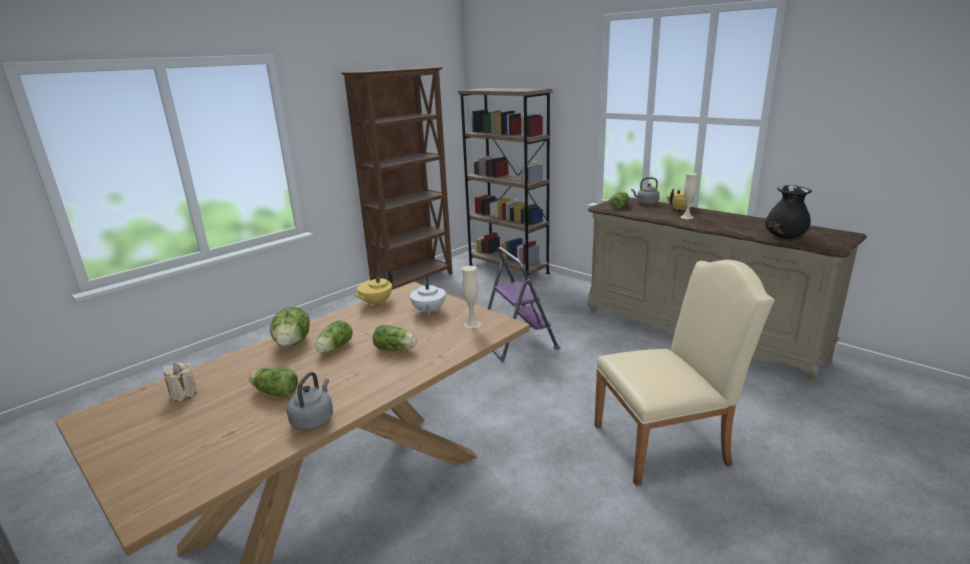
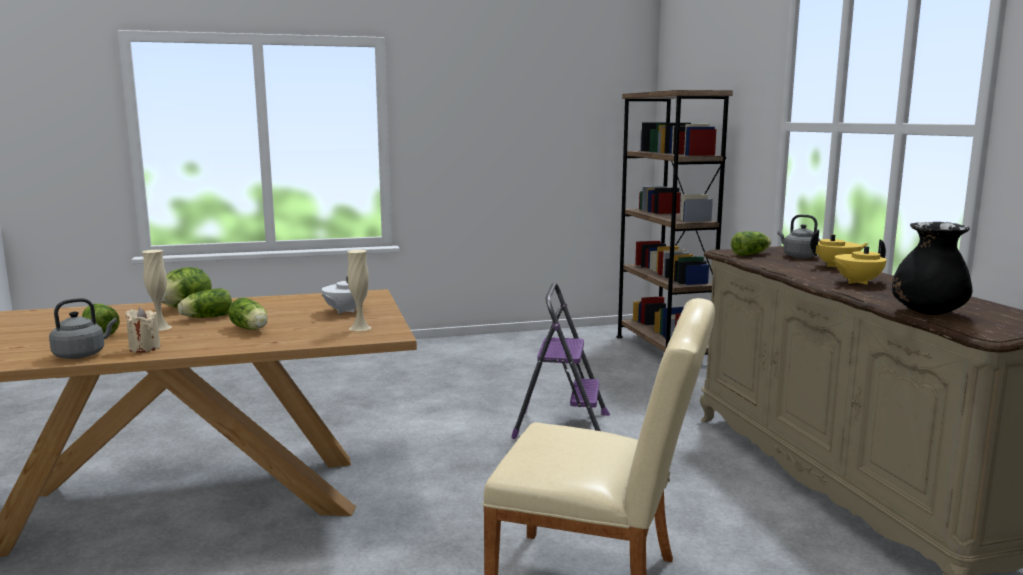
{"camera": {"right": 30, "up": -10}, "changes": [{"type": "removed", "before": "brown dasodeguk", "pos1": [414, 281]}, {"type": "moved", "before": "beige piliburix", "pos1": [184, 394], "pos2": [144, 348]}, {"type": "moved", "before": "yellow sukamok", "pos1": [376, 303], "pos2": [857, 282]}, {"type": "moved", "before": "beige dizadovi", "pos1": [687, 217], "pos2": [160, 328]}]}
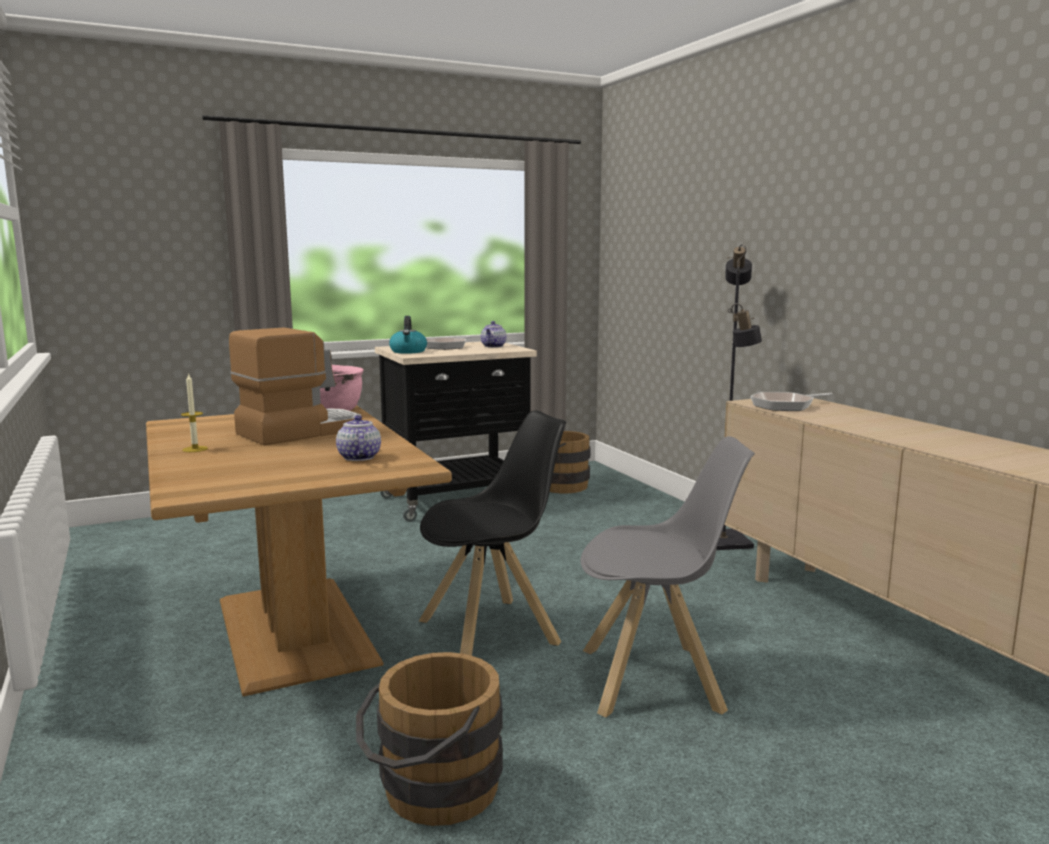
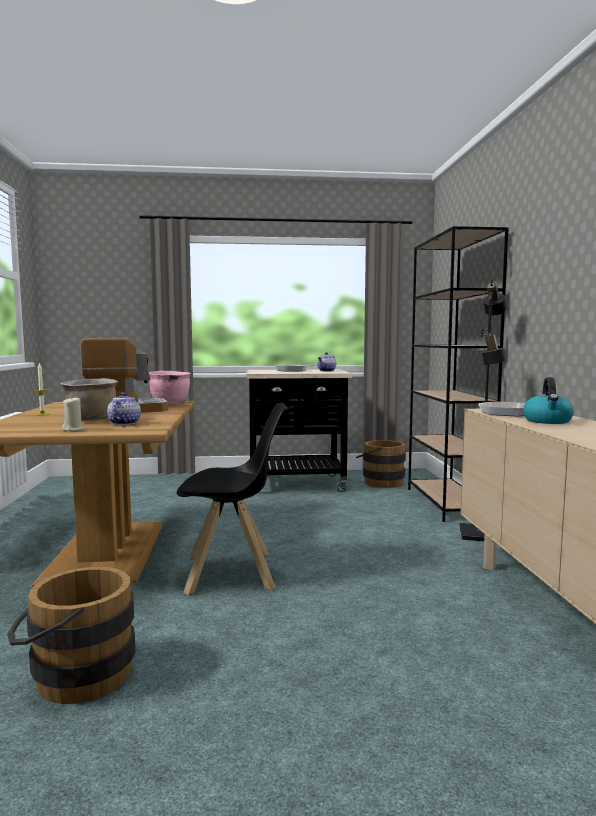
{"camera": {"right": 20, "up": -5}, "changes": [{"type": "removed", "before": "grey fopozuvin", "pos1": [655, 679]}, {"type": "added", "after": "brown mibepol", "pos2": [91, 420]}, {"type": "added", "after": "beige piliburix", "pos2": [73, 429]}, {"type": "added", "after": "beige dasodeguk", "pos2": [448, 503]}, {"type": "moved", "before": "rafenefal", "pos1": [408, 351], "pos2": [547, 421]}]}
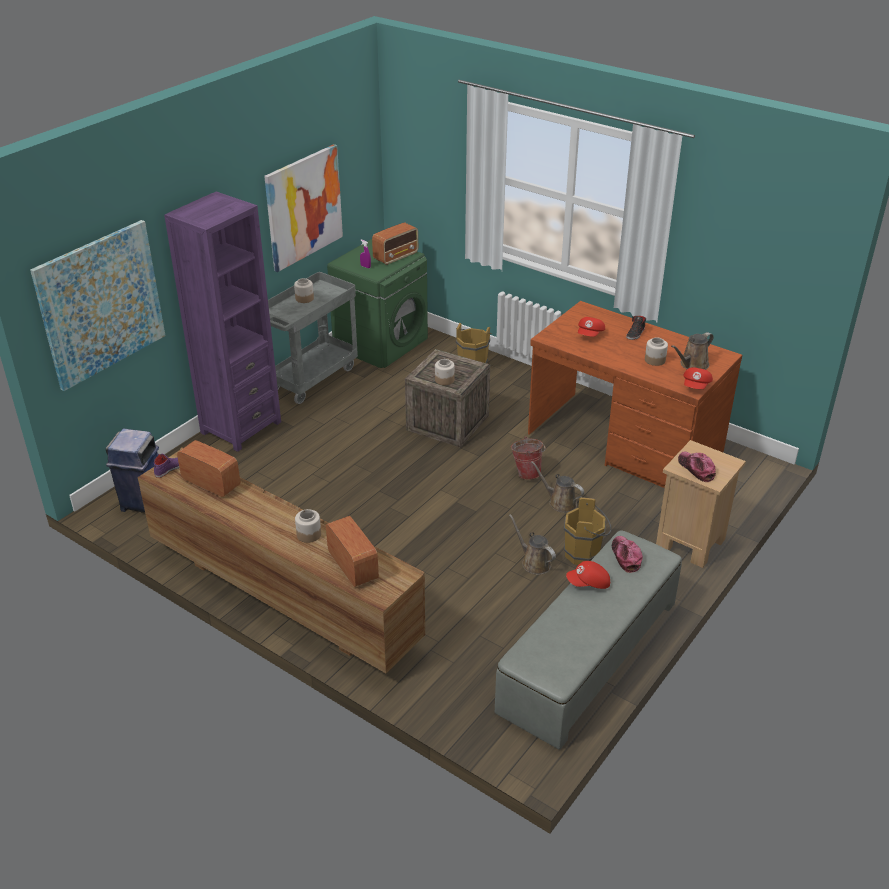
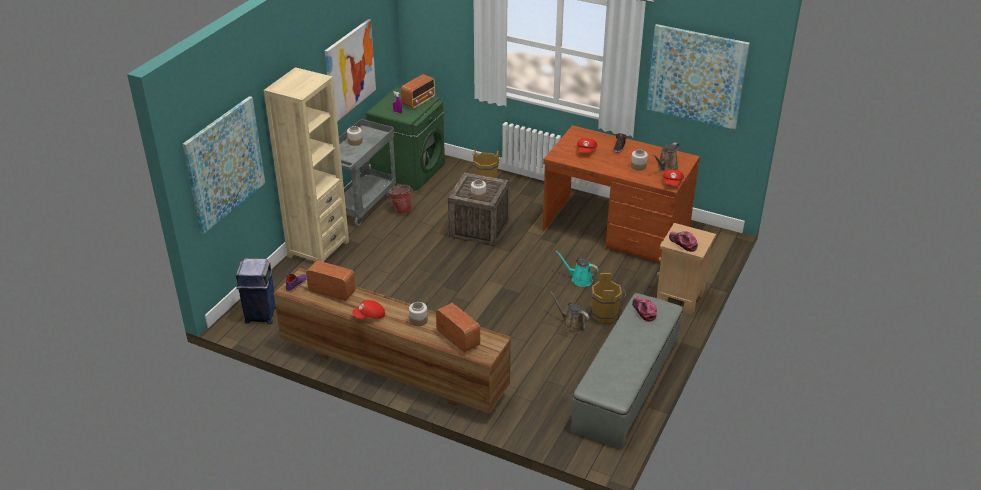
{"camera": {"right": -10, "up": 0}, "changes": [{"type": "added", "after": "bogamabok", "pos2": [696, 76]}, {"type": "moved", "before": "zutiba", "pos1": [526, 472], "pos2": [401, 209]}, {"type": "moved", "before": "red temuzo", "pos1": [588, 583], "pos2": [370, 316]}, {"type": "recoloured", "before": "purple dasodeguk", "after": "beige dasodeguk", "pos1": [241, 427], "pos2": [318, 249]}, {"type": "recoloured", "before": "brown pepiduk", "after": "turquoise pepiduk", "pos1": [560, 502], "pos2": [579, 279]}]}
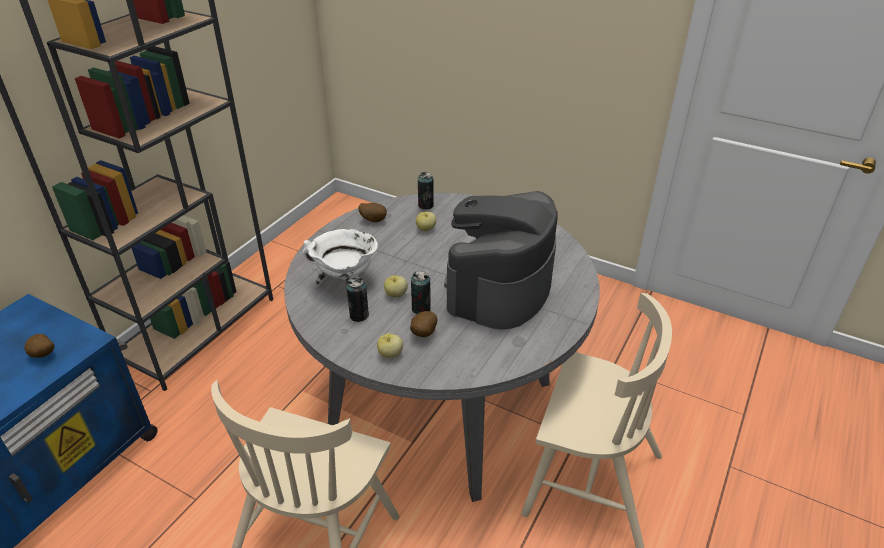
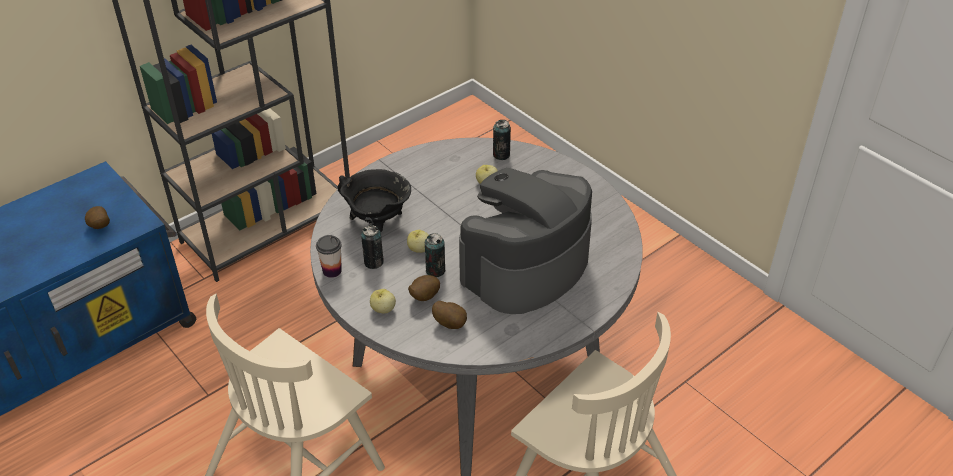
{"camera": {"right": 20, "up": 5}, "changes": [{"type": "added", "after": "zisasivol", "pos2": [332, 271]}, {"type": "moved", "before": "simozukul", "pos1": [373, 220], "pos2": [450, 323]}, {"type": "recoloured", "before": "white mibepol", "after": "black mibepol", "pos1": [345, 282], "pos2": [378, 224]}]}
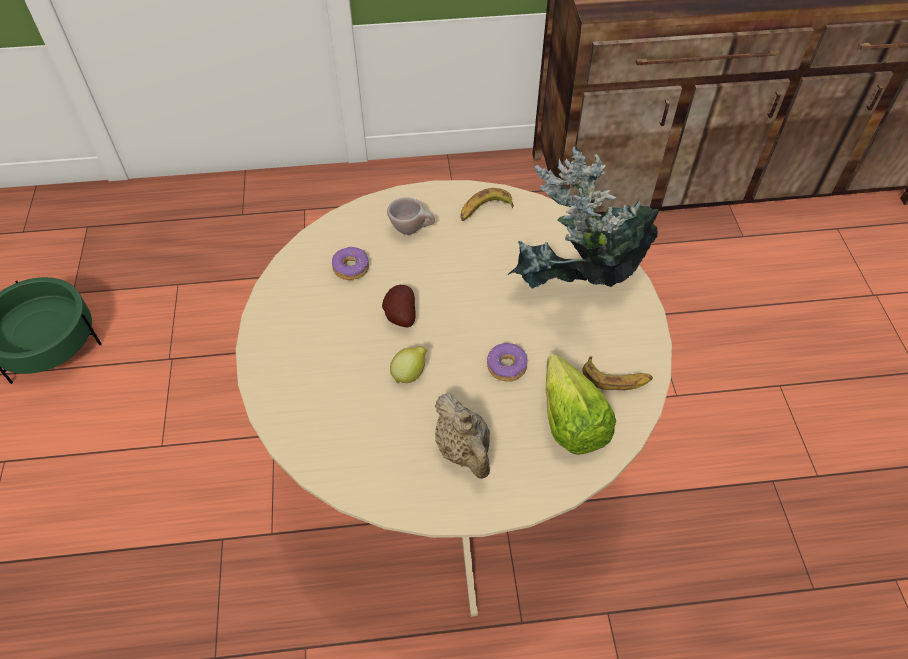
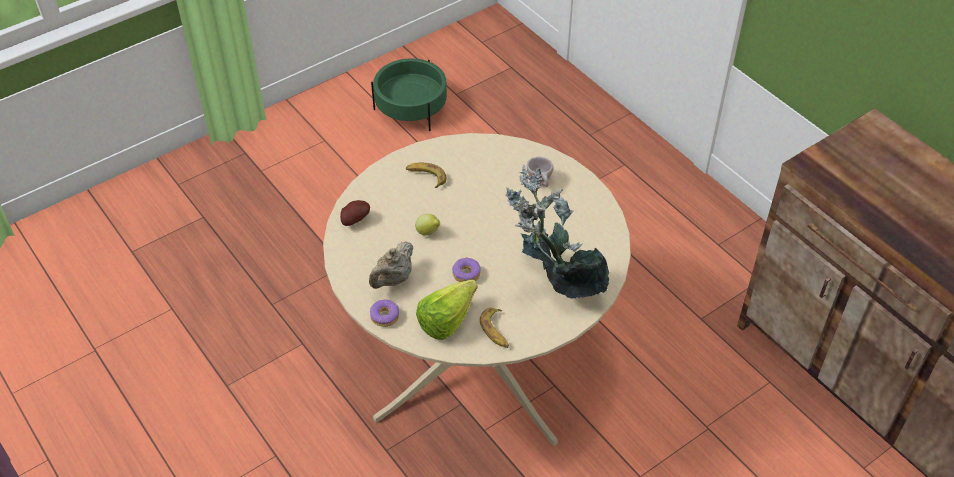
{"camera": {"right": 60, "up": -5}, "changes": [{"type": "moved", "before": "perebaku", "pos1": [351, 268], "pos2": [385, 316]}, {"type": "moved", "before": "simozukul", "pos1": [399, 316], "pos2": [354, 219]}, {"type": "moved", "before": "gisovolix", "pos1": [484, 210], "pos2": [426, 177]}]}
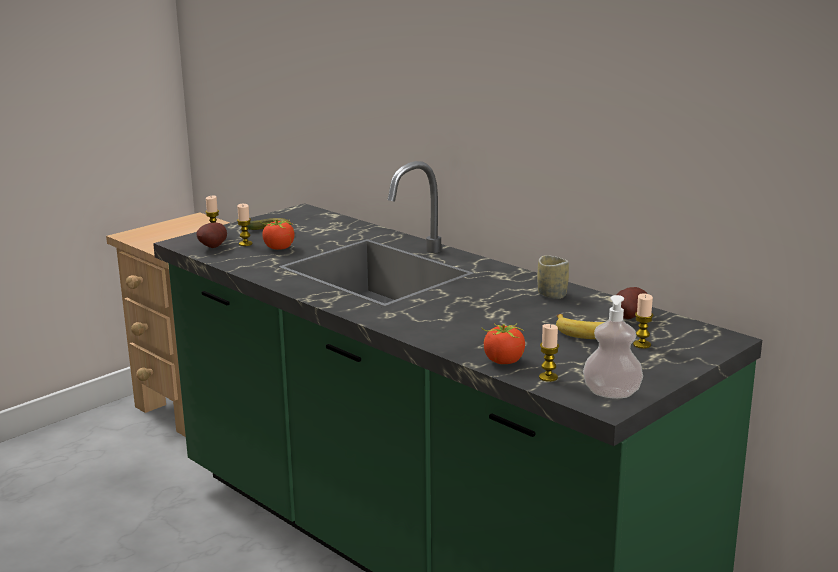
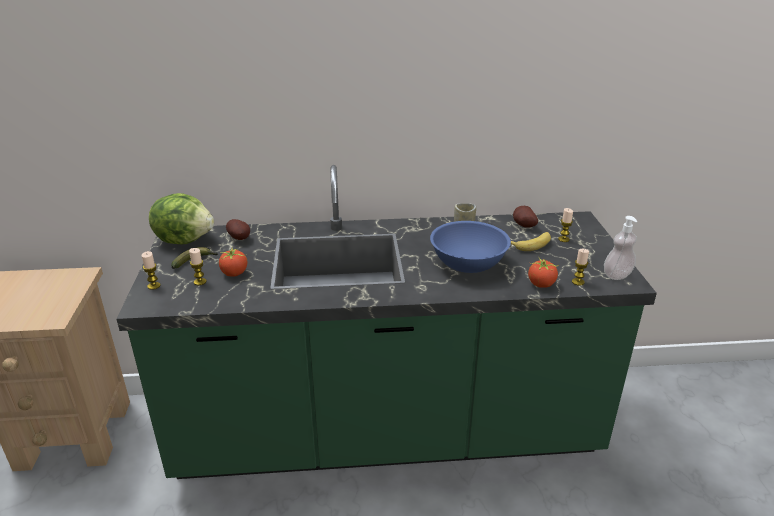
{"camera": {"right": -50, "up": 10}, "changes": [{"type": "added", "after": "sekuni", "pos2": [185, 239]}, {"type": "added", "after": "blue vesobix", "pos2": [467, 263]}, {"type": "moved", "before": "simozukul", "pos1": [214, 247], "pos2": [240, 238]}]}
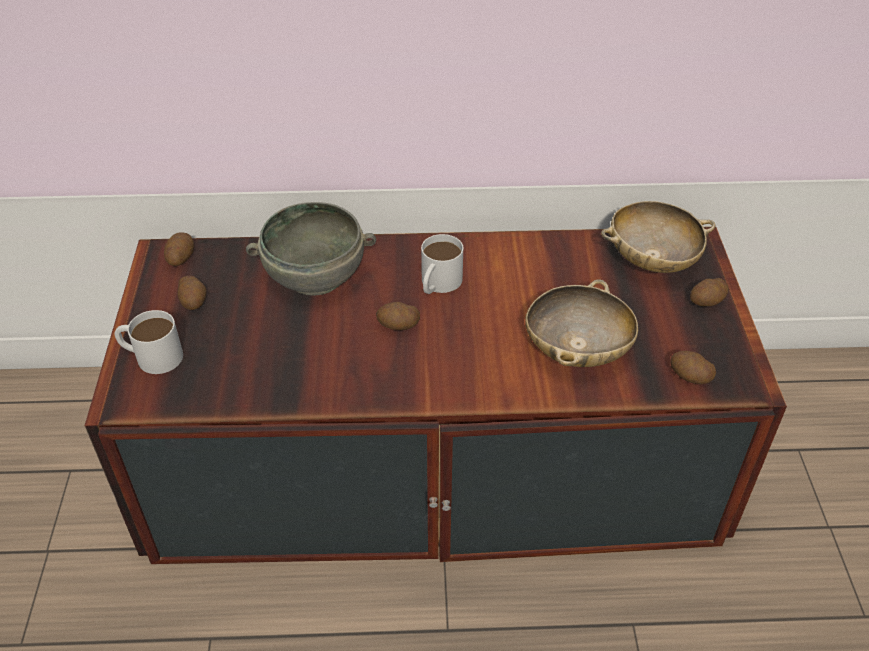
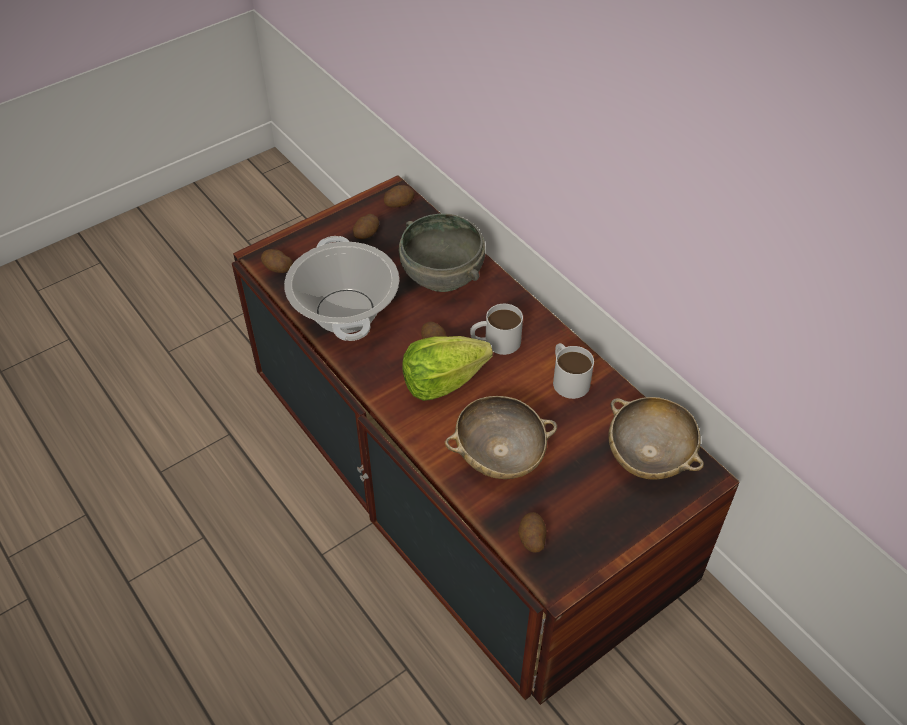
{"camera": {"right": 55, "up": 5}, "changes": [{"type": "added", "after": "mibepol", "pos2": [346, 311]}, {"type": "added", "after": "sekuni", "pos2": [442, 381]}, {"type": "moved", "before": "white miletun", "pos1": [151, 356], "pos2": [567, 378]}, {"type": "moved", "before": "simozukul", "pos1": [707, 301], "pos2": [277, 268]}]}
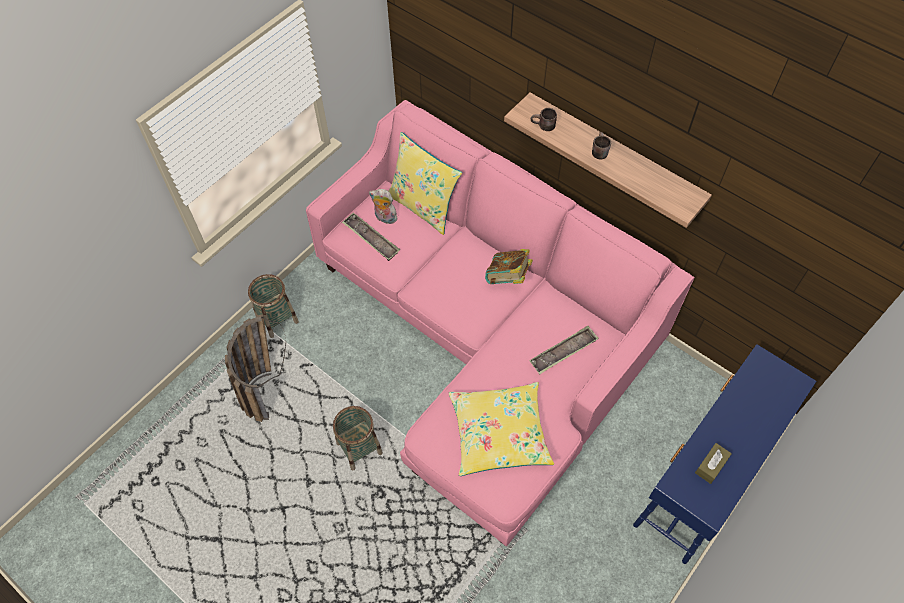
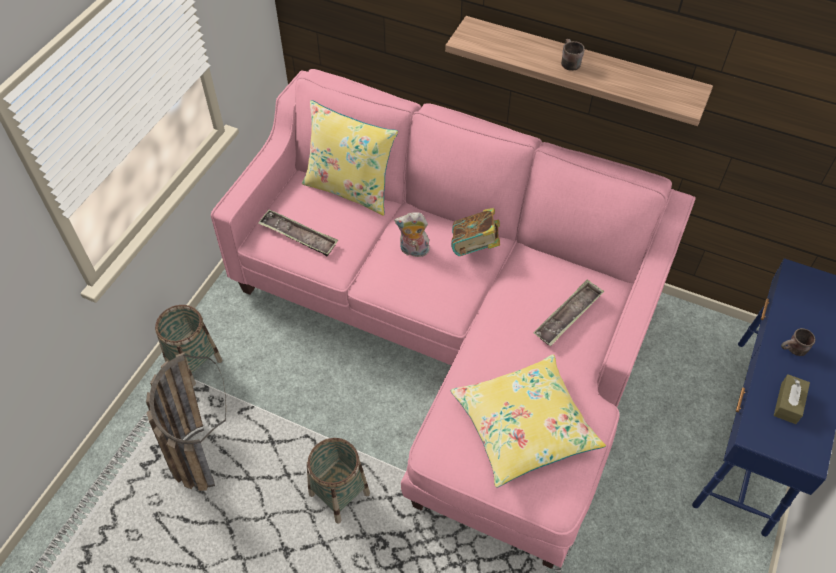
{"camera": {"right": -15, "up": -5}, "changes": [{"type": "moved", "before": "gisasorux", "pos1": [384, 218], "pos2": [413, 251]}, {"type": "moved", "before": "brown miletun", "pos1": [543, 127], "pos2": [793, 350]}]}
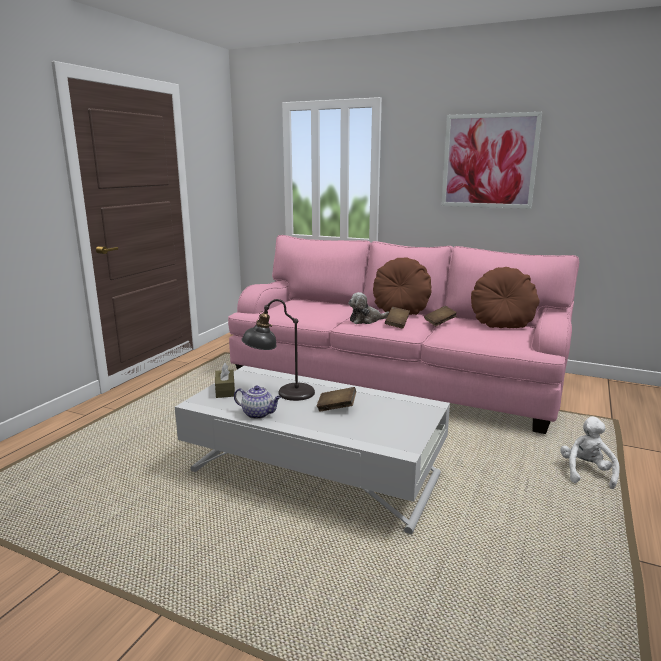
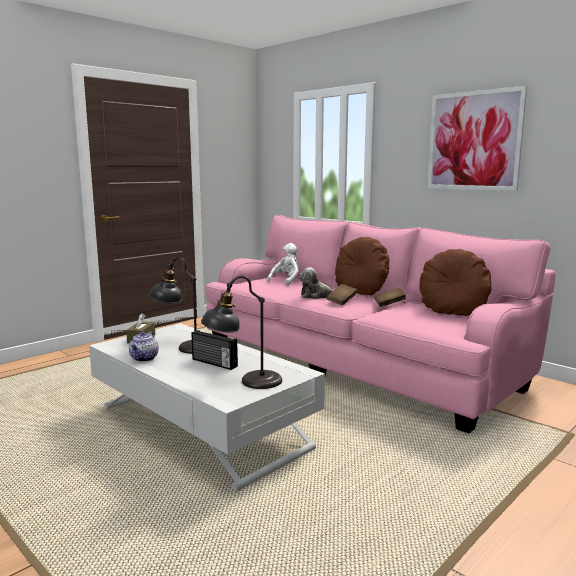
{"camera": {"right": 20, "up": -5}, "changes": [{"type": "added", "after": "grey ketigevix", "pos2": [243, 381]}, {"type": "moved", "before": "white gisasorux", "pos1": [586, 472], "pos2": [286, 281]}, {"type": "replaced", "before": "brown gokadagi", "after": "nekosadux", "pos1": [336, 408], "pos2": [213, 363]}, {"type": "turned", "before": "sukamok", "pos1": [258, 414], "pos2": [144, 358], "turn": 60}]}
